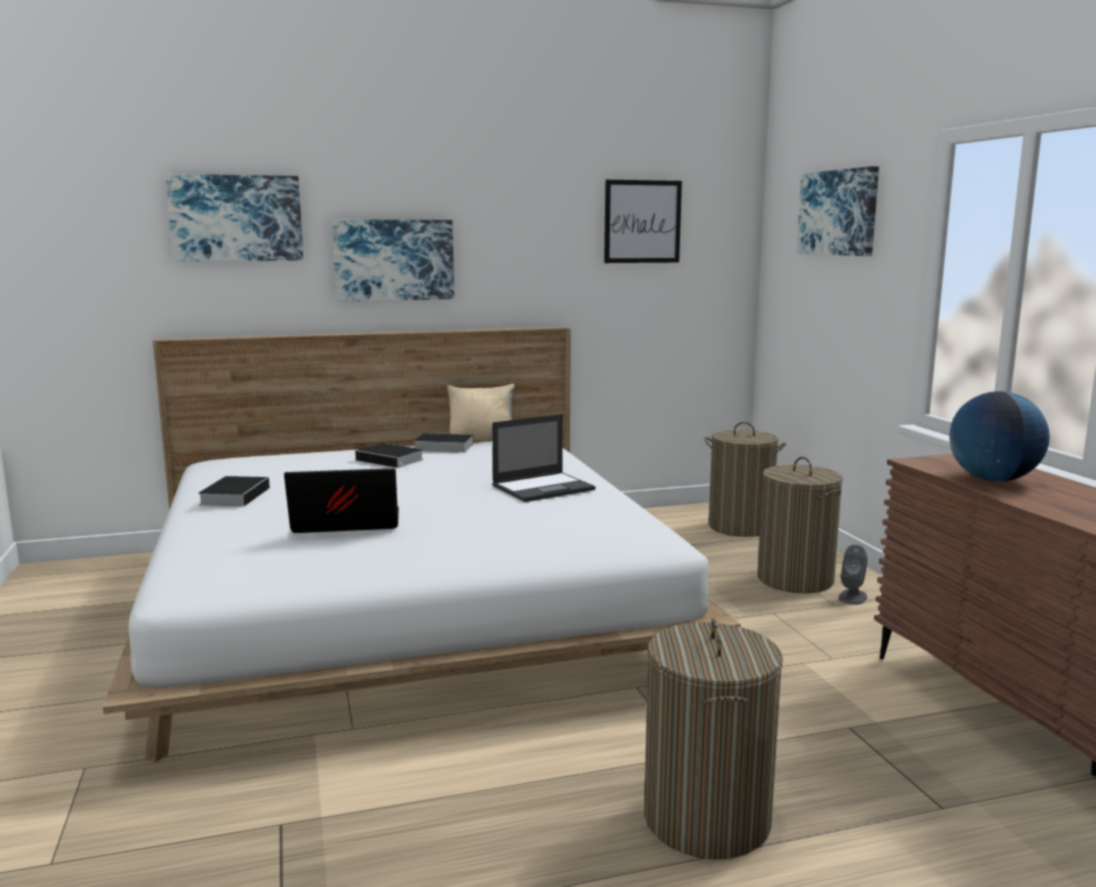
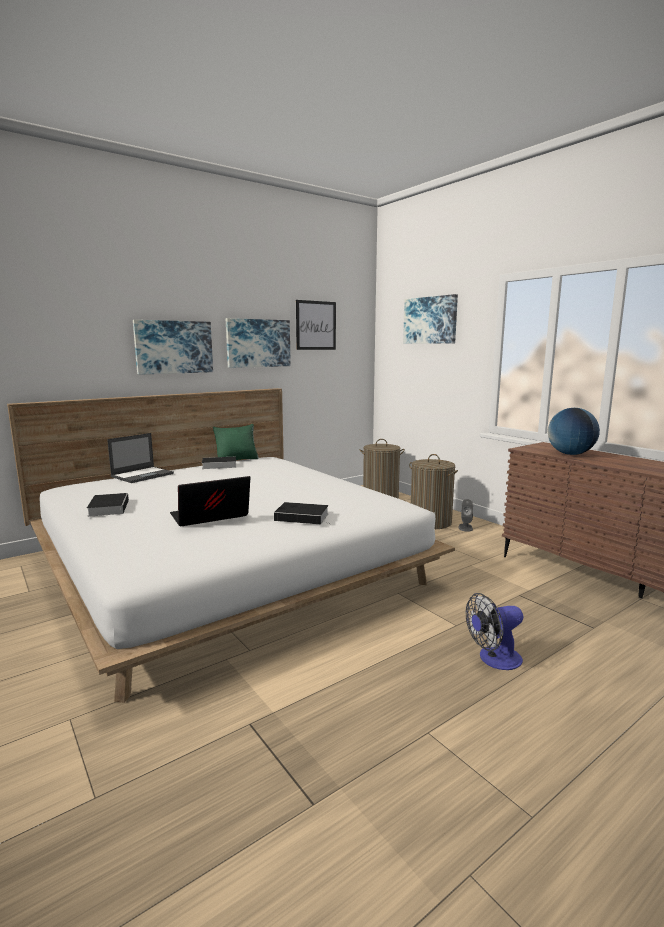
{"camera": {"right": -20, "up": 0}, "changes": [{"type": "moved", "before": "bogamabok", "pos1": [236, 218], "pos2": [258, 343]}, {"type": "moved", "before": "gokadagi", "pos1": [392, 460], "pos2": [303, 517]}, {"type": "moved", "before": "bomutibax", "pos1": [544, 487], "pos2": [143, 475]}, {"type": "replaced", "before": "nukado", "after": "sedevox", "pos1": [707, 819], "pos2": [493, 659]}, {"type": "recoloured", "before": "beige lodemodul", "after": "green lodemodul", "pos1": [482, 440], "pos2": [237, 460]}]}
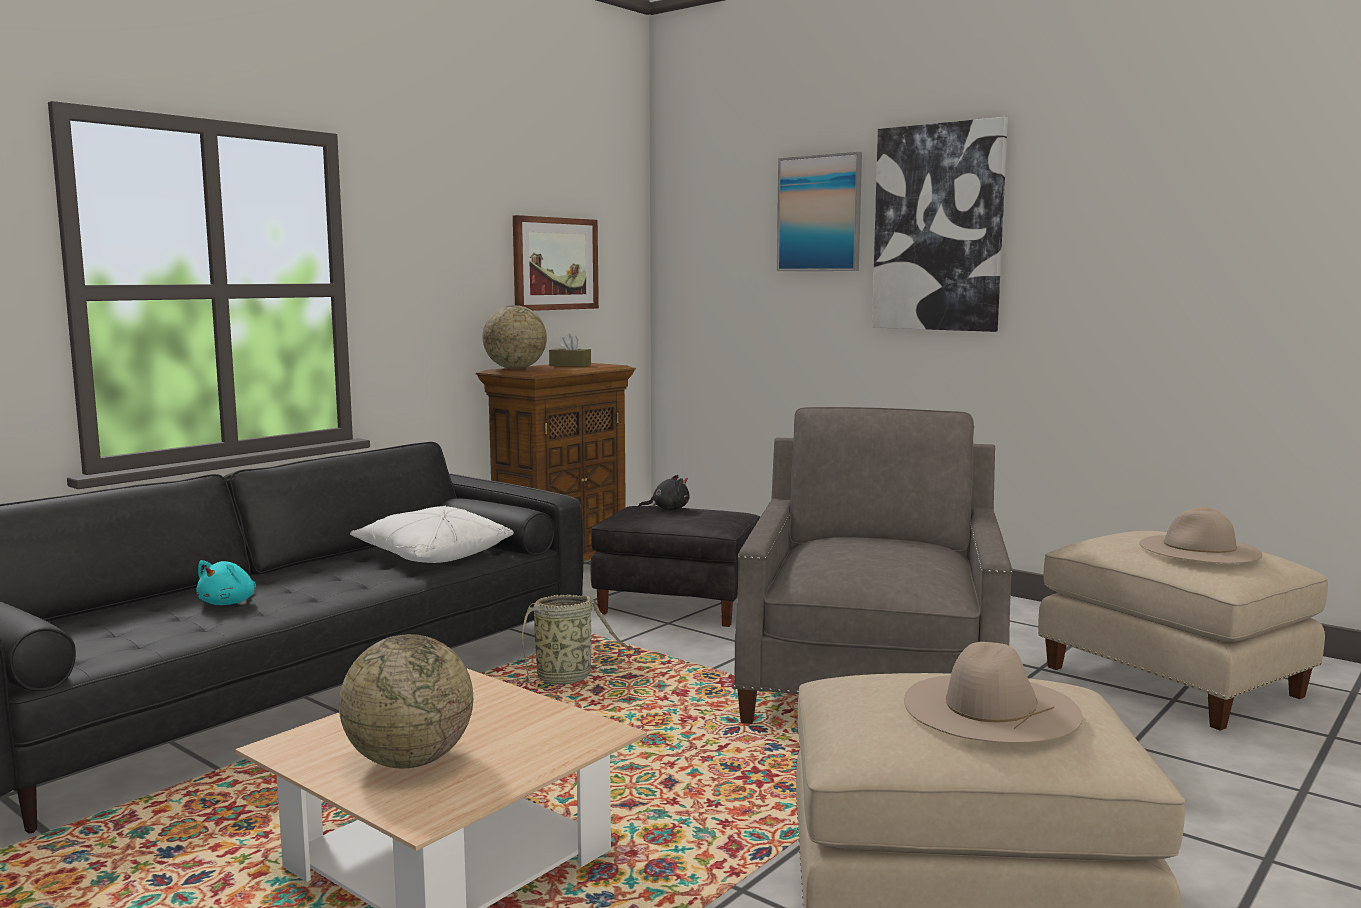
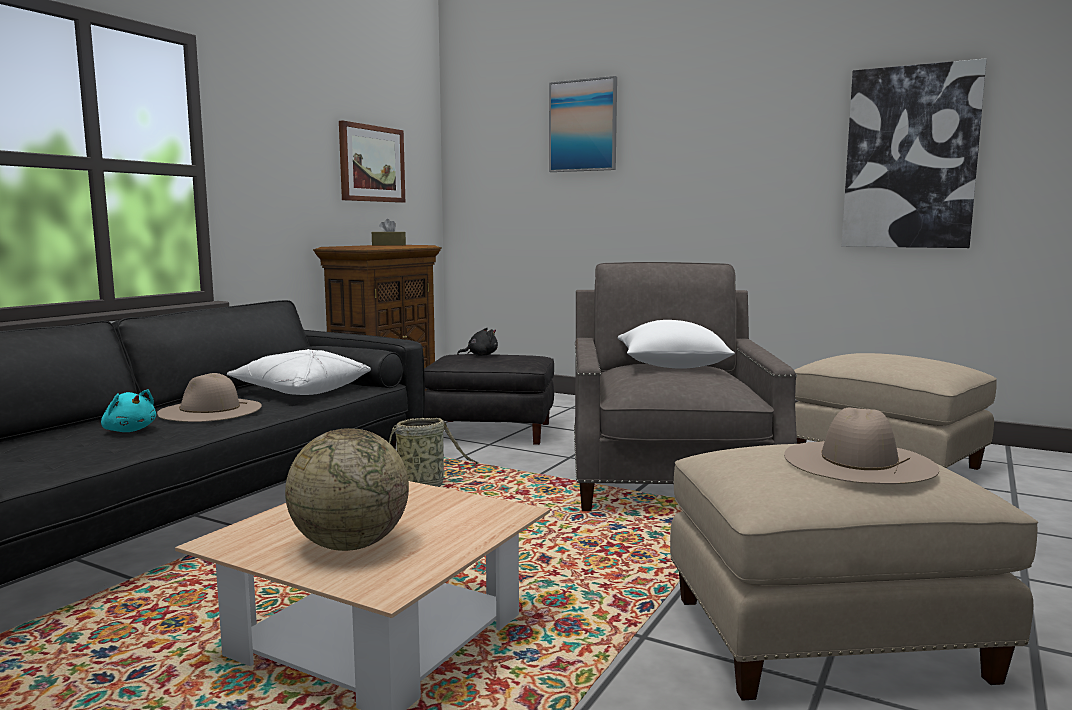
{"camera": {"right": -10, "up": 0}, "changes": [{"type": "removed", "before": "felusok", "pos1": [515, 368]}, {"type": "added", "after": "white lodemodul", "pos2": [671, 367]}, {"type": "moved", "before": "bogamabok", "pos1": [938, 228], "pos2": [910, 158]}, {"type": "moved", "before": "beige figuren", "pos1": [1199, 549], "pos2": [210, 410]}, {"type": "turned", "before": "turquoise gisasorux", "pos1": [229, 603], "pos2": [129, 430], "turn": -60}]}
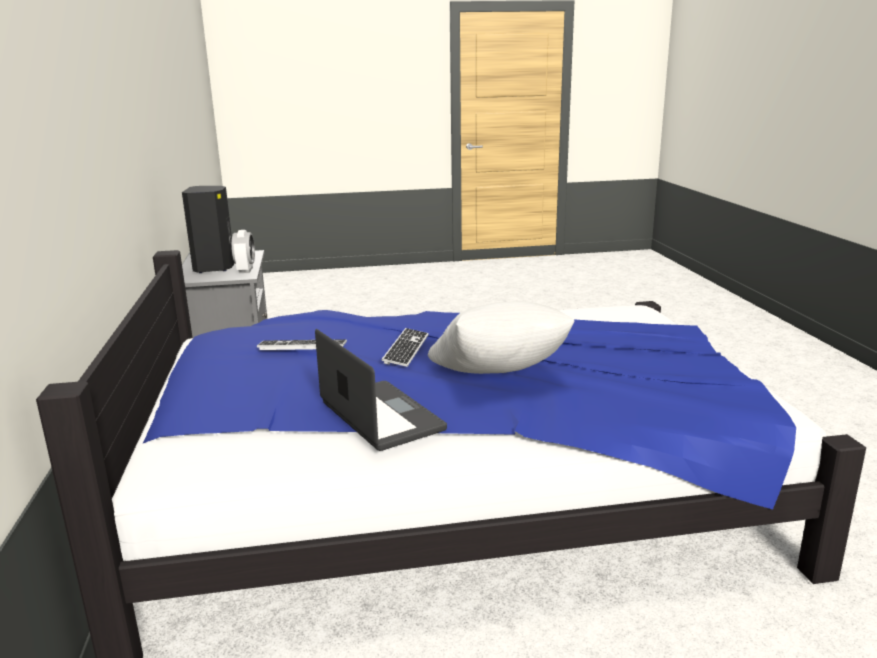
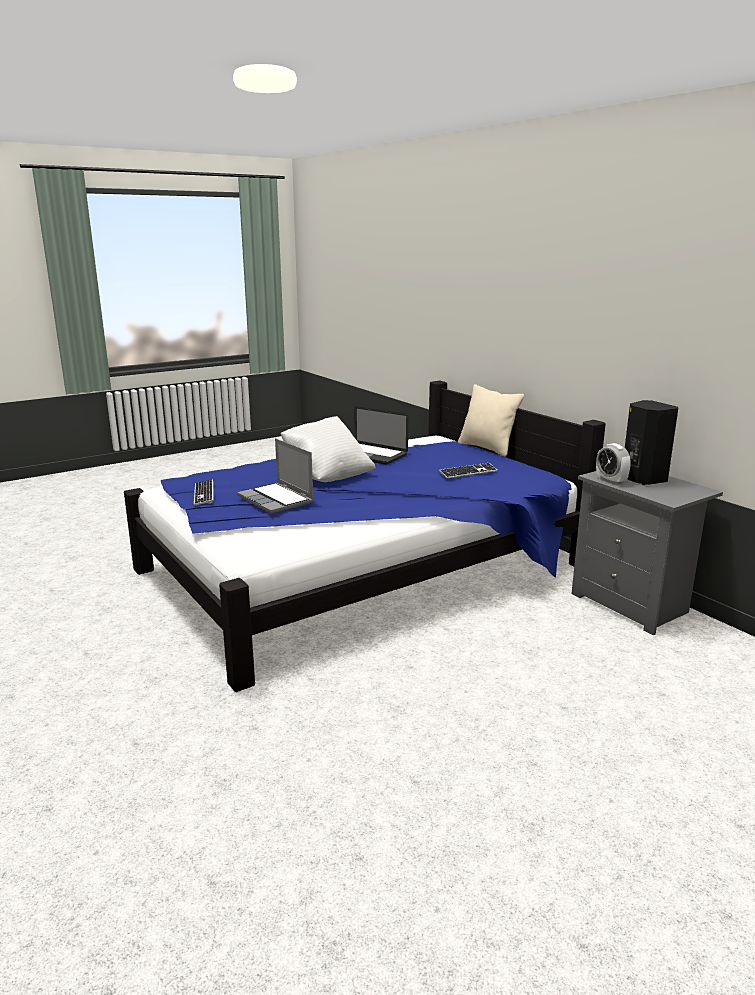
{"camera": {"right": 155, "up": 0}, "changes": [{"type": "added", "after": "bomutibax", "pos2": [277, 500]}, {"type": "added", "after": "beige lodemodul", "pos2": [487, 448]}, {"type": "moved", "before": "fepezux", "pos1": [406, 349], "pos2": [204, 494]}]}
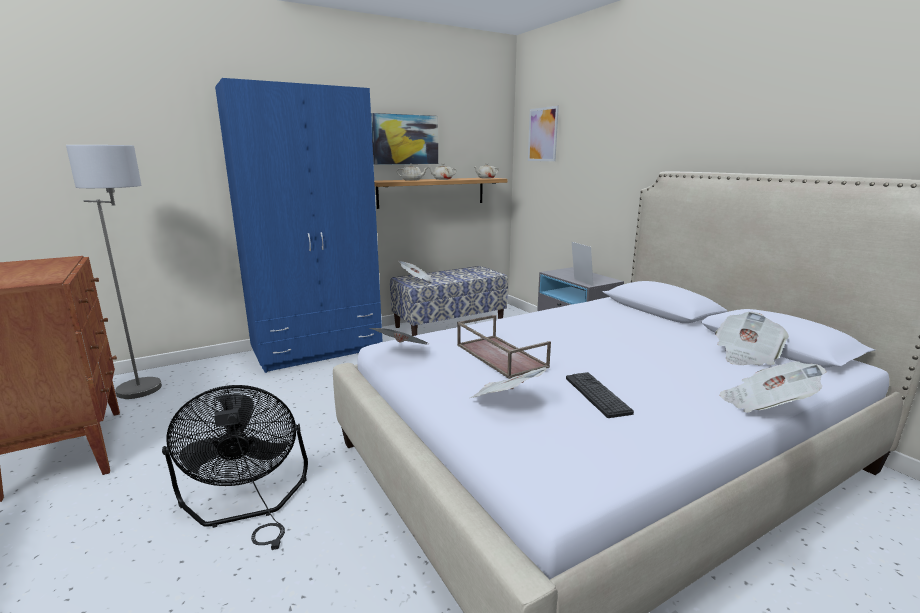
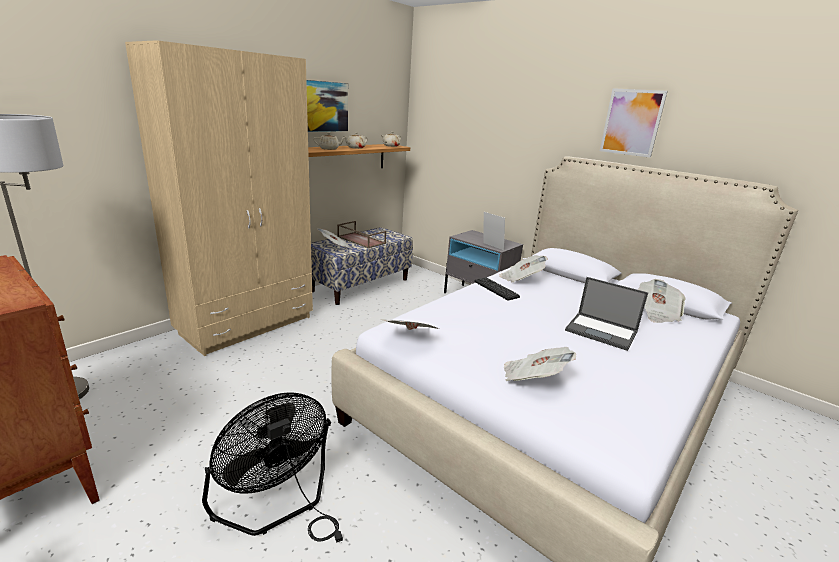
{"camera": {"right": -20, "up": 5}, "changes": [{"type": "added", "after": "bomutibax", "pos2": [602, 331]}, {"type": "moved", "before": "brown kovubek", "pos1": [499, 355], "pos2": [360, 240]}, {"type": "moved", "before": "bogamabok", "pos1": [542, 134], "pos2": [631, 122]}, {"type": "moved", "before": "fepezux", "pos1": [597, 395], "pos2": [496, 289]}, {"type": "moved", "before": "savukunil", "pos1": [765, 405], "pos2": [521, 279]}, {"type": "recoloured", "before": "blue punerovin", "after": "beige punerovin", "pos1": [318, 351], "pos2": [247, 325]}]}
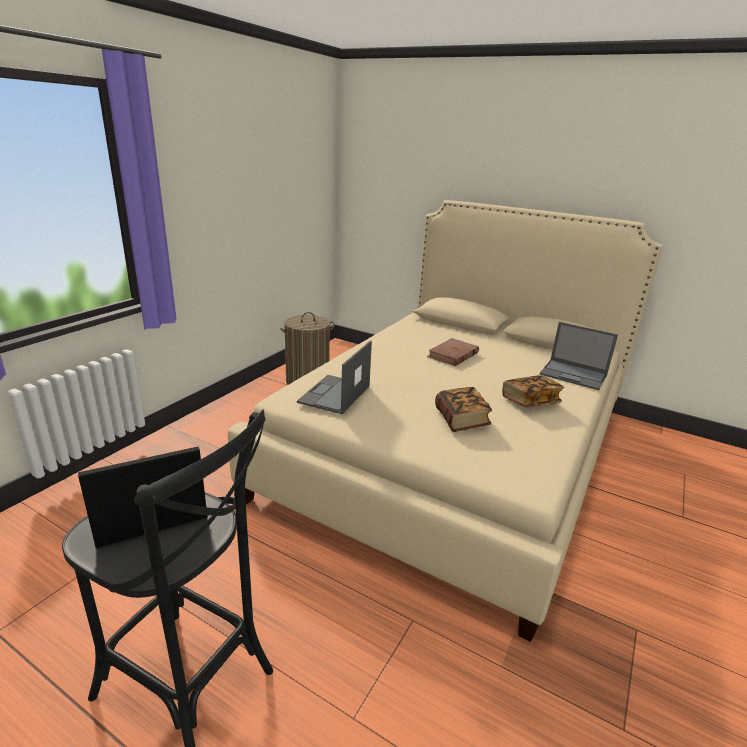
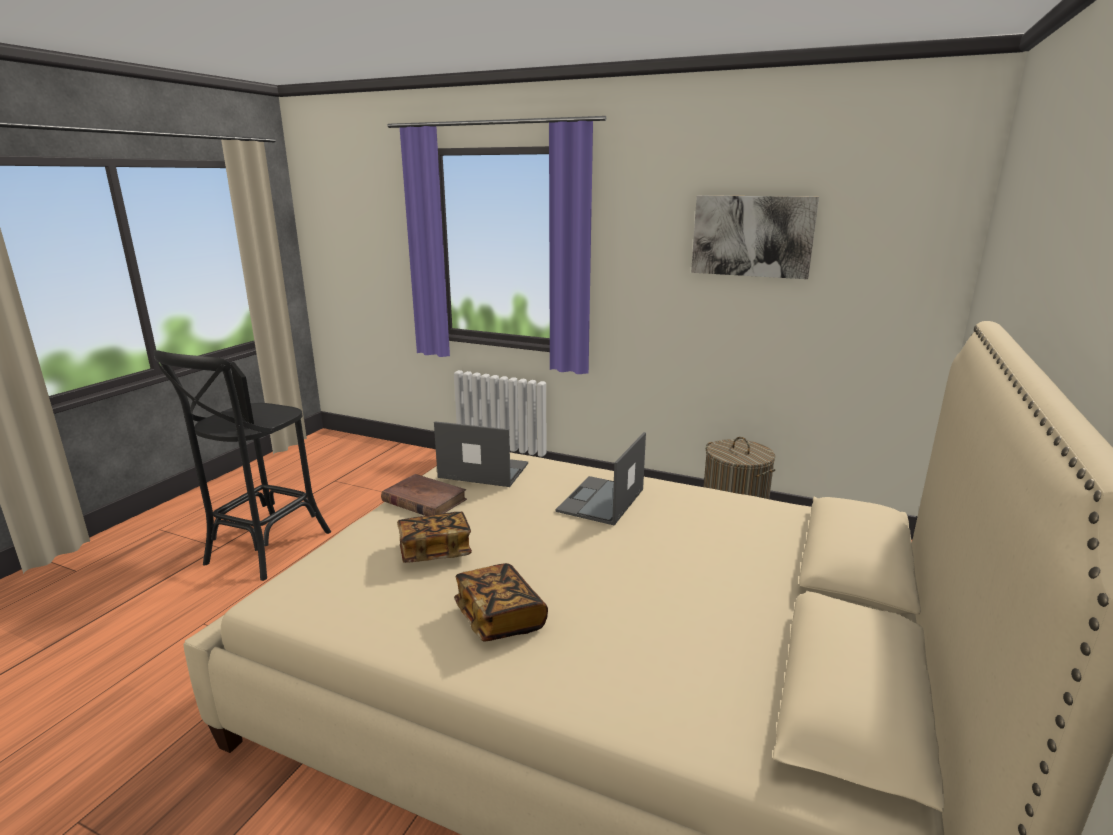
{"camera": {"right": 85, "up": -5}, "changes": [{"type": "added", "after": "bogamabok", "pos2": [752, 236]}, {"type": "moved", "before": "brown gokadagi", "pos1": [453, 355], "pos2": [424, 500]}, {"type": "moved", "before": "bomutibax", "pos1": [574, 375], "pos2": [601, 501]}]}
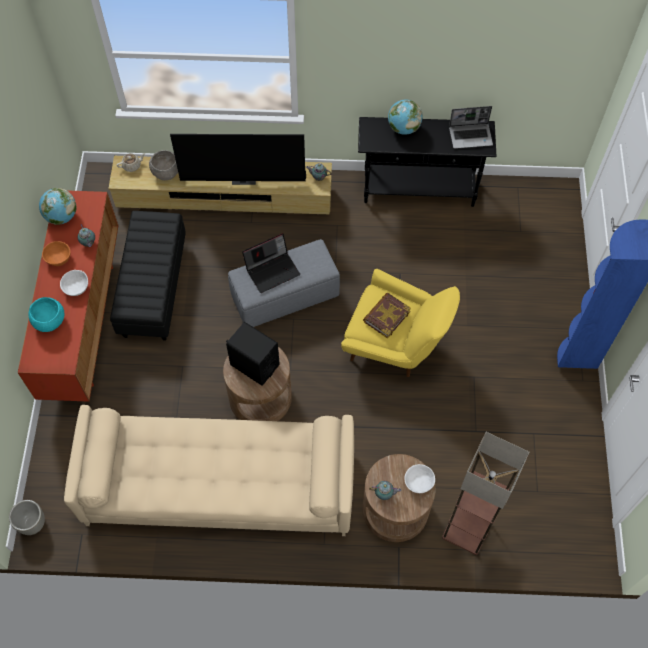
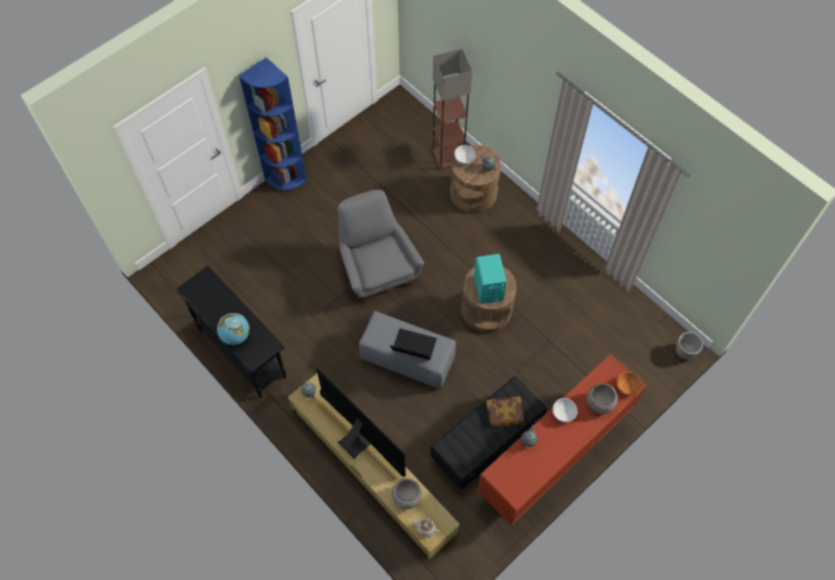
{"camera": {"right": -135, "up": 0}, "changes": [{"type": "removed", "before": "felusok", "pos1": [61, 216]}, {"type": "removed", "before": "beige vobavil", "pos1": [219, 485]}, {"type": "removed", "before": "bomutibax", "pos1": [471, 136]}, {"type": "moved", "before": "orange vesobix", "pos1": [58, 259], "pos2": [627, 386]}, {"type": "moved", "before": "gokadagi", "pos1": [386, 316], "pos2": [505, 413]}, {"type": "recoloured", "before": "turquoise vesobix", "after": "grey vesobix", "pos1": [50, 322], "pos2": [600, 403]}, {"type": "recoloured", "before": "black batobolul", "after": "turquoise batobolul", "pos1": [254, 365], "pos2": [488, 288]}, {"type": "recoloured", "before": "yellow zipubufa", "after": "grey zipubufa", "pos1": [394, 346], "pos2": [377, 271]}]}
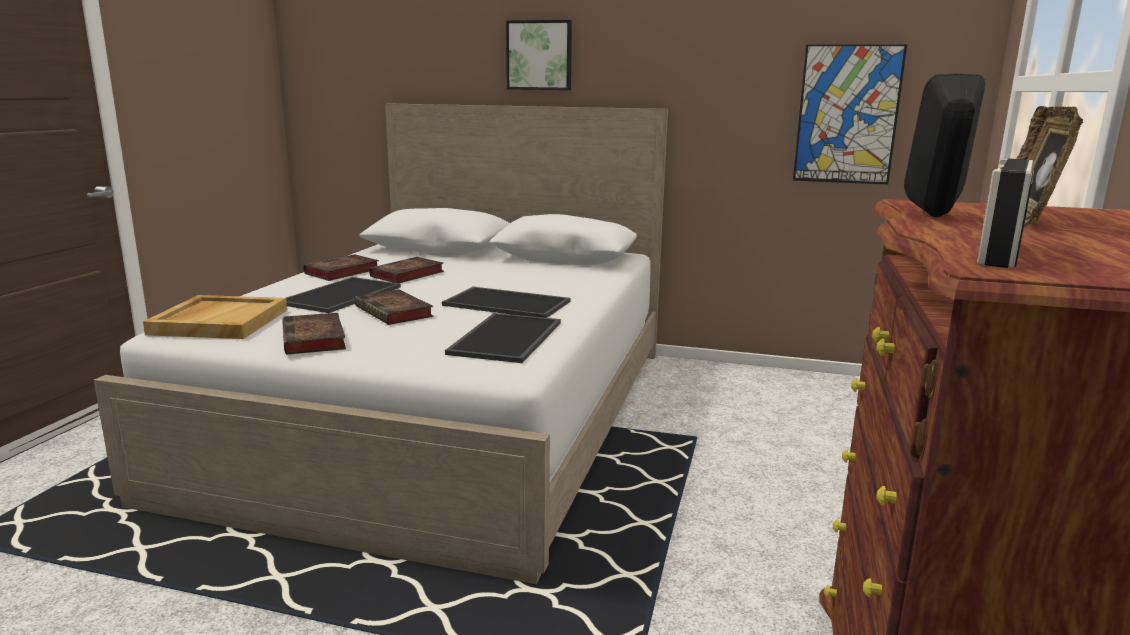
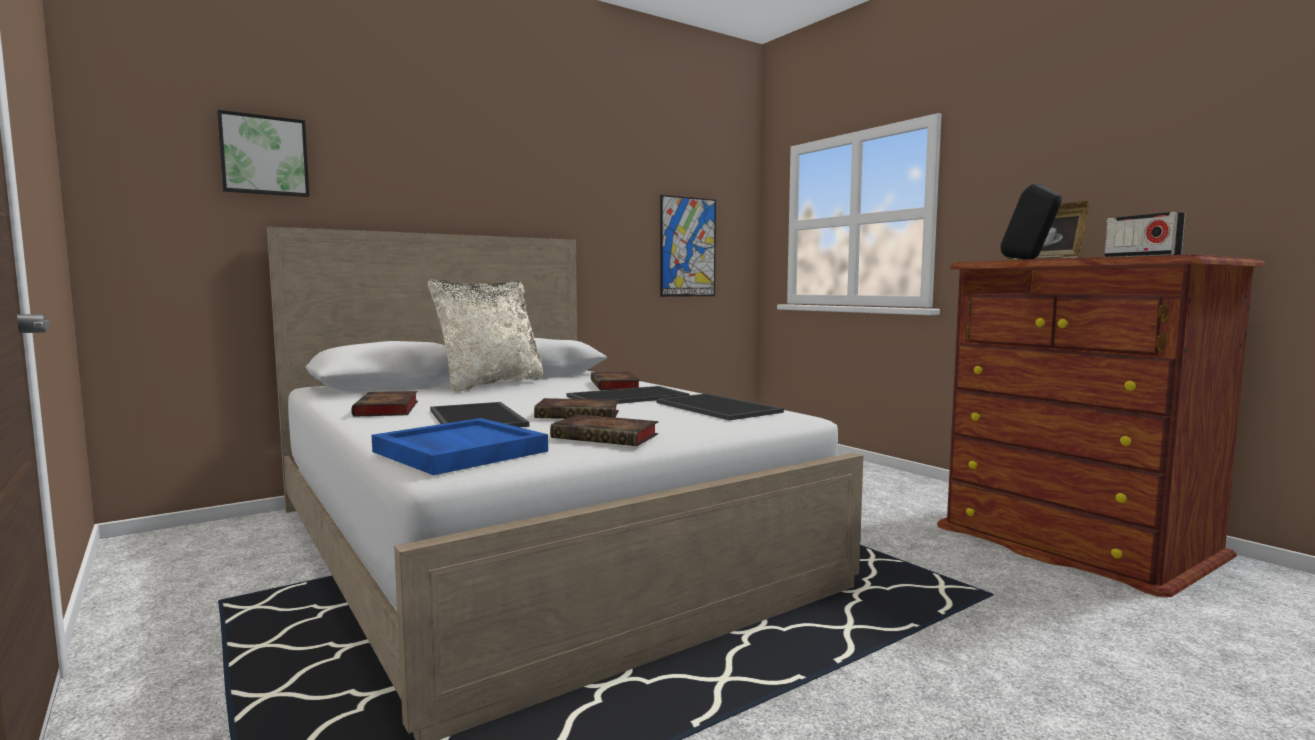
{"camera": {"right": -50, "up": -10}, "changes": [{"type": "added", "after": "beige lodemodul", "pos2": [492, 385]}, {"type": "moved", "before": "gokadagi", "pos1": [406, 275], "pos2": [615, 385]}, {"type": "moved", "before": "bogamabok", "pos1": [539, 55], "pos2": [264, 155]}, {"type": "recoloured", "before": "beige kovubek", "after": "blue kovubek", "pos1": [219, 321], "pos2": [458, 451]}]}
